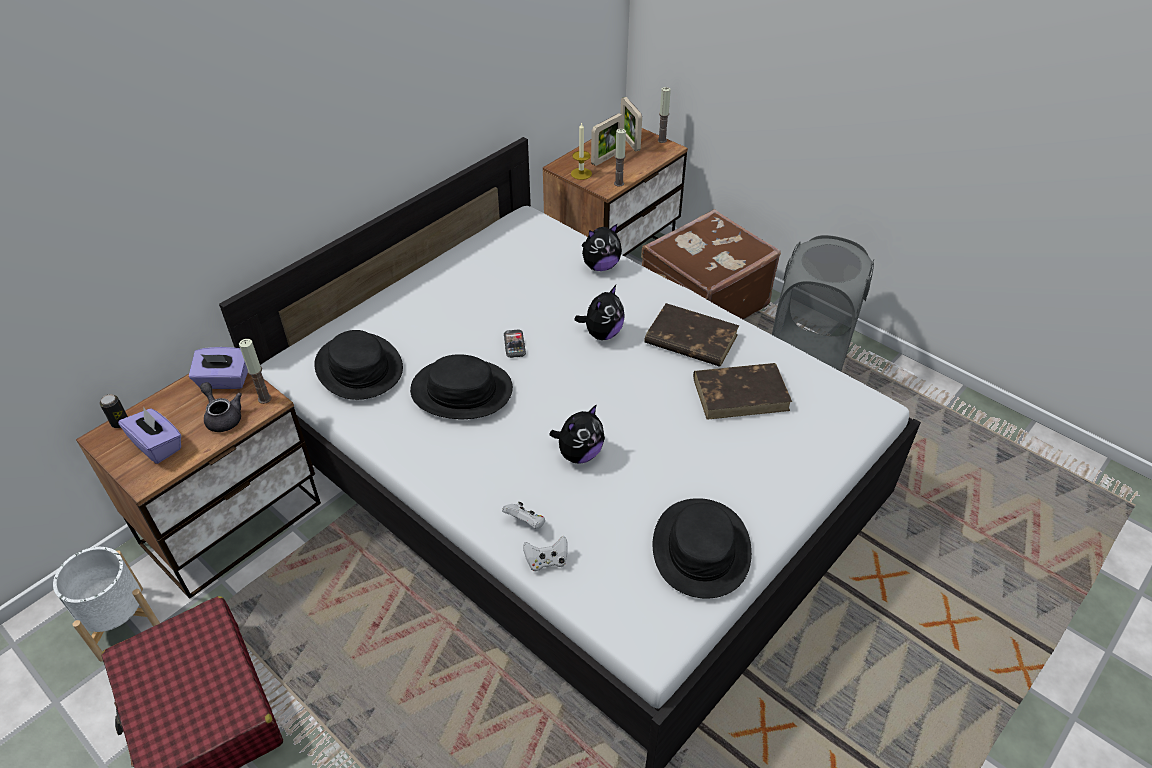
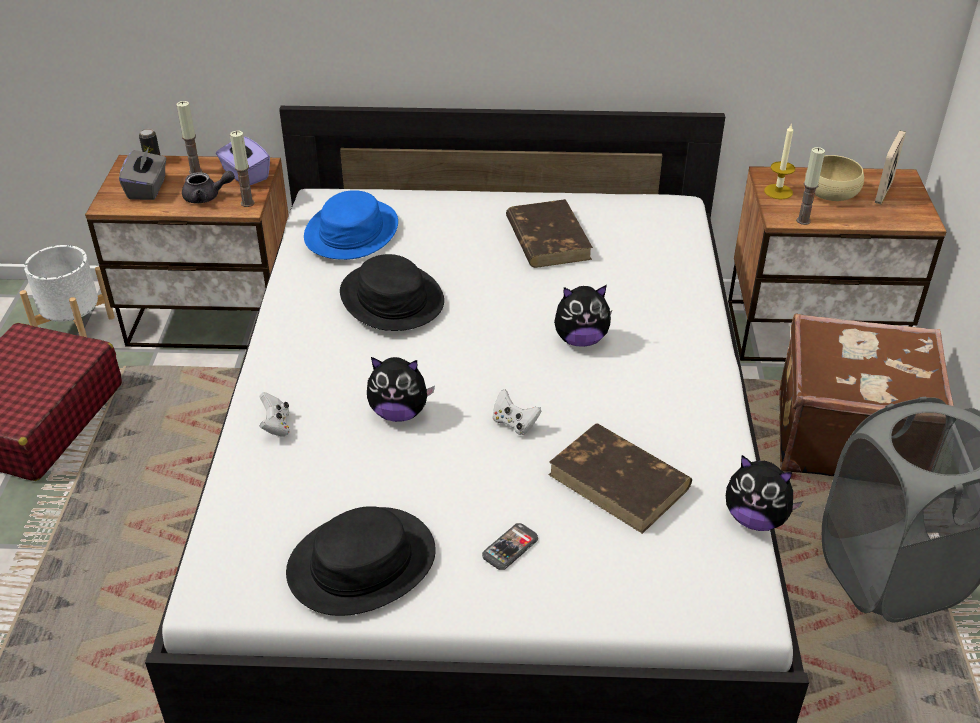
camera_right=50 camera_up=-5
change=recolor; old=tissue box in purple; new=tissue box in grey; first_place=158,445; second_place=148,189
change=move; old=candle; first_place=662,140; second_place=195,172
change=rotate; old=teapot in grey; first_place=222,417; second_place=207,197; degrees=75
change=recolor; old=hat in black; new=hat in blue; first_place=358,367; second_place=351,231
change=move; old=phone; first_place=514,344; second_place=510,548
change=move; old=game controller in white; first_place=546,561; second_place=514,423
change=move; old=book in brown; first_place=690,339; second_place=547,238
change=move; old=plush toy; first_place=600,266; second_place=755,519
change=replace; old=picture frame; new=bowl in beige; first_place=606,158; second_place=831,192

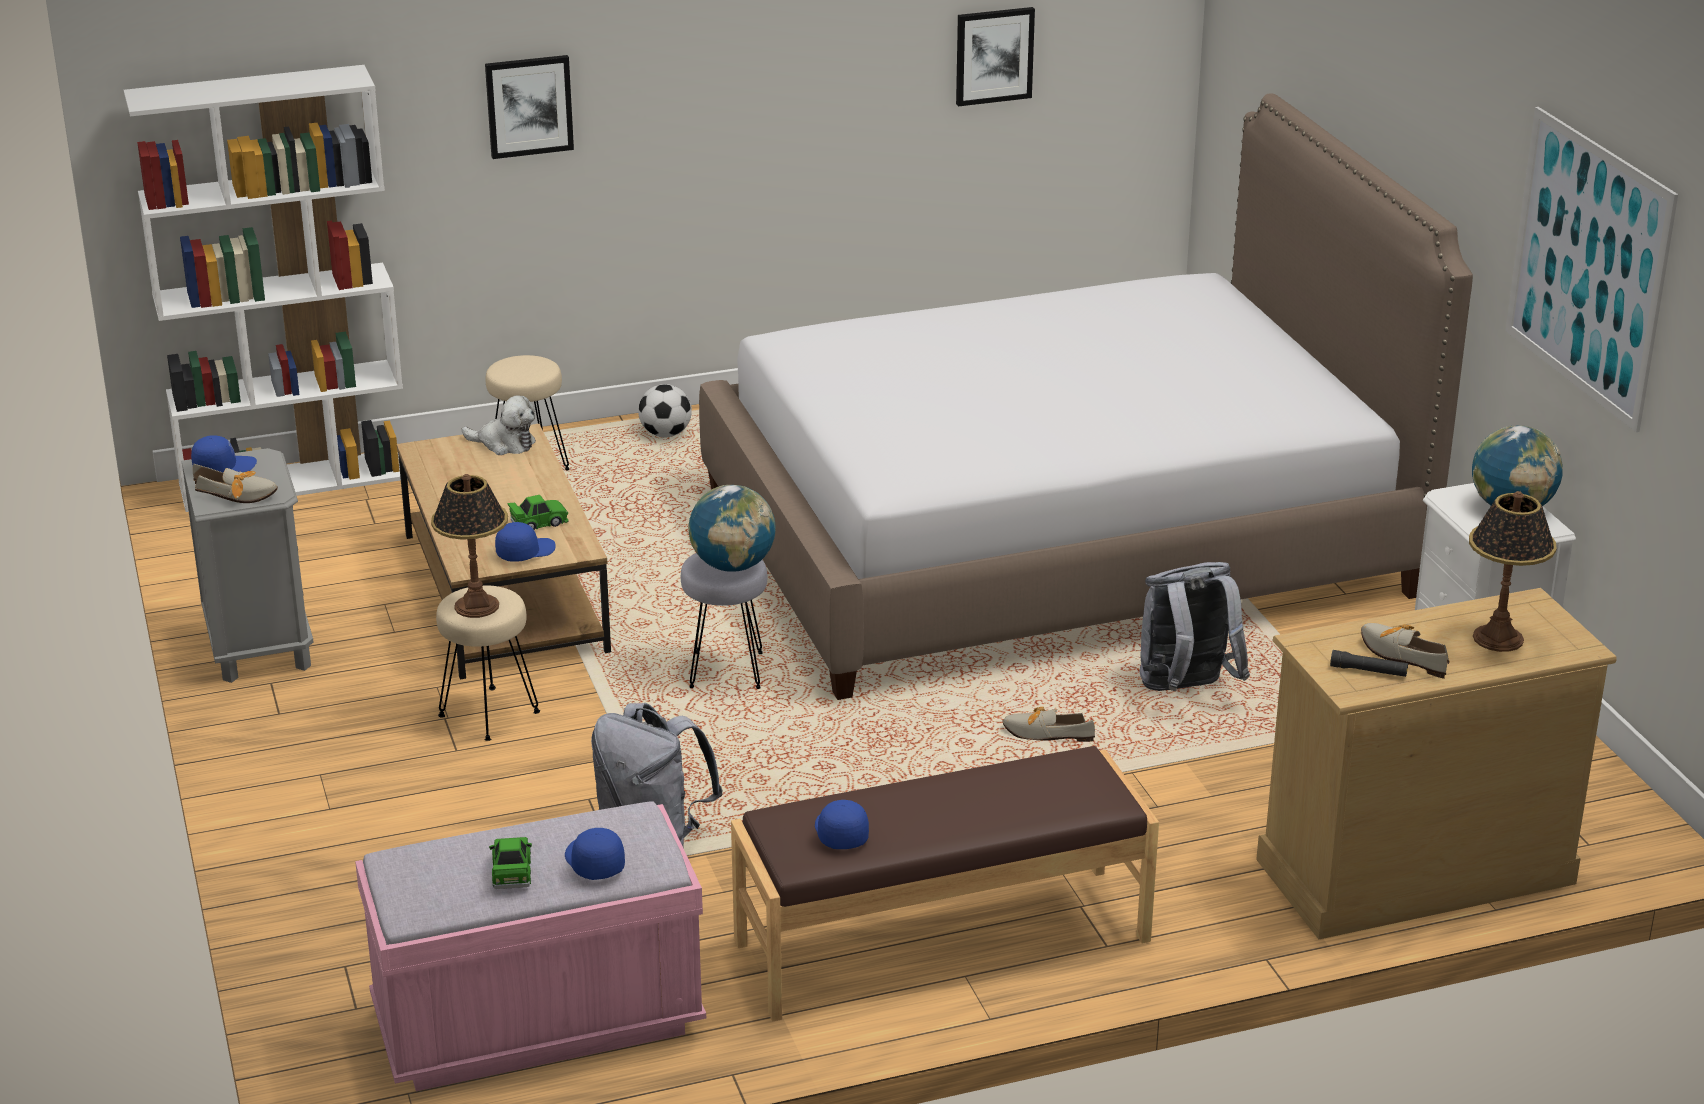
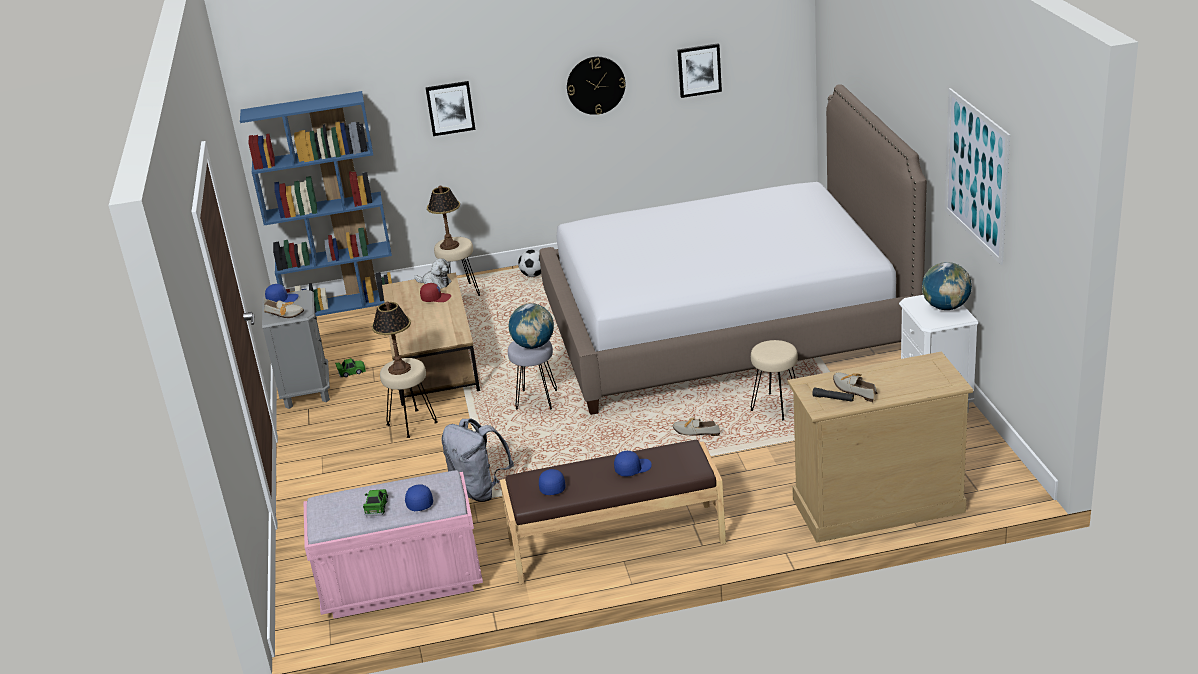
camera_right=10 camera_up=0
change=recolor; old=bookcase in white; new=bookcase in blue; first_place=296,480; second_place=343,304
change=move; old=toy car in green; first_place=539,523; second_place=351,372
change=insert; new=cap in red; second_place=436,298
change=move; old=table lamp; first_place=1499,638; second_place=449,245
change=insert; new=wall clock; second_place=595,85
change=move; old=cap in blue; first_place=525,552; second_place=632,468
change=replace; old=backpack in grey; new=stool in beige; first_place=1185,690; second_place=775,407

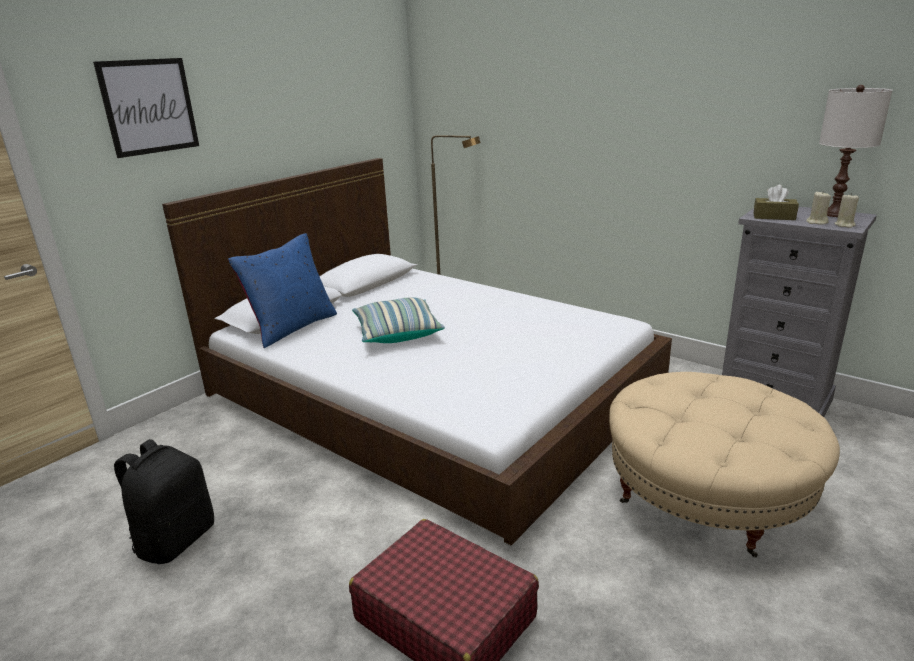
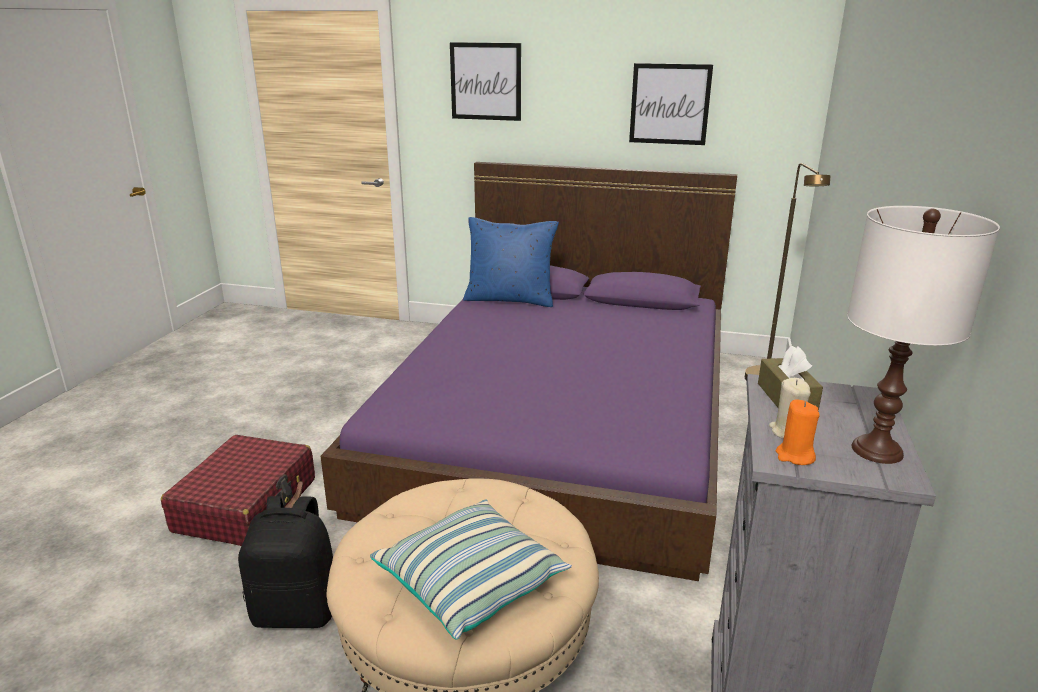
camera_right=65 camera_up=0
change=move; old=backpack in black; first_place=175,539; second_place=298,610
change=recolor; old=bed in white; new=bed in purple; first_place=430,392; second_place=561,420
change=move; old=pillow; first_place=397,333; second_place=471,582
change=insert; new=picture; second_place=670,104
change=recolor; old=candle in beige; new=candle in orange; first_place=844,225; second_place=794,456

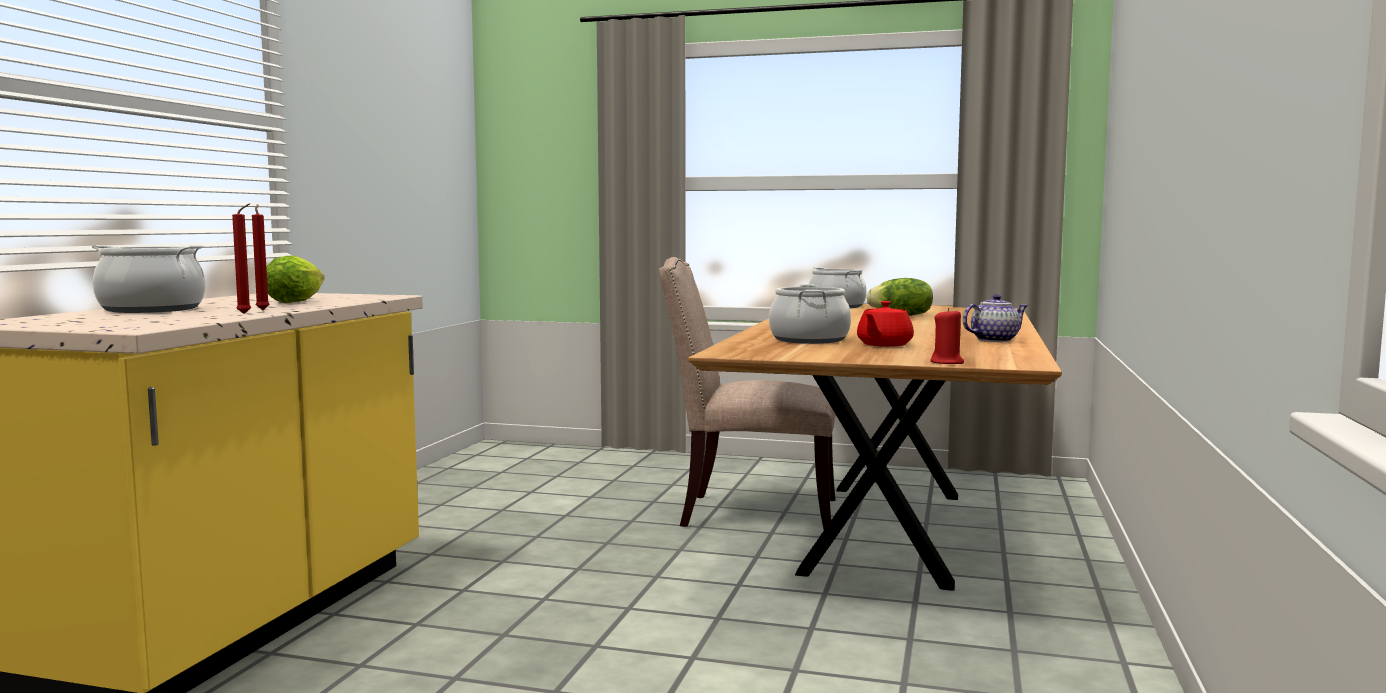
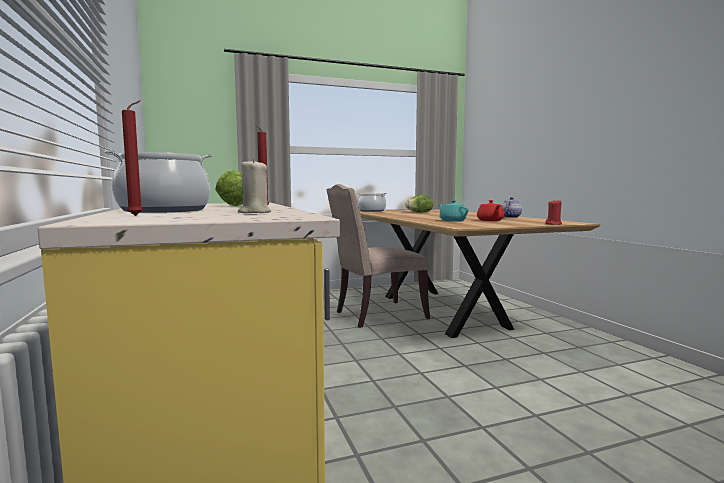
camera_right=-35 camera_up=0
change=move; old=candle in red; first_place=246,314; second_place=138,215
change=insert; new=candle in beige; second_place=254,212
change=replace; old=cooking pot; new=teapot in turquoise; first_place=809,340; second_place=452,221

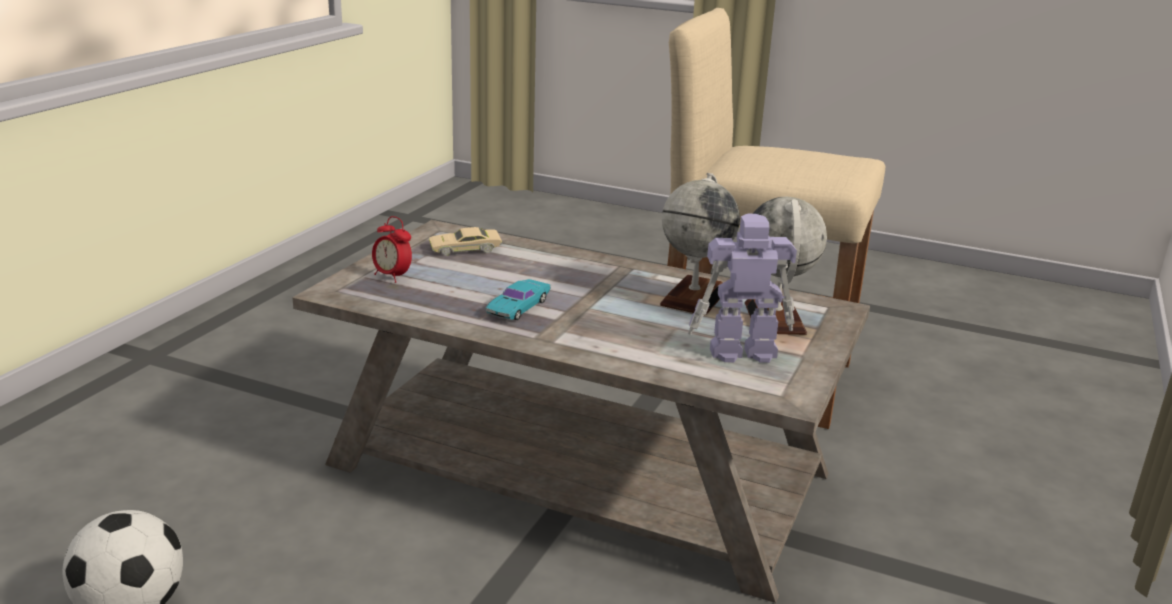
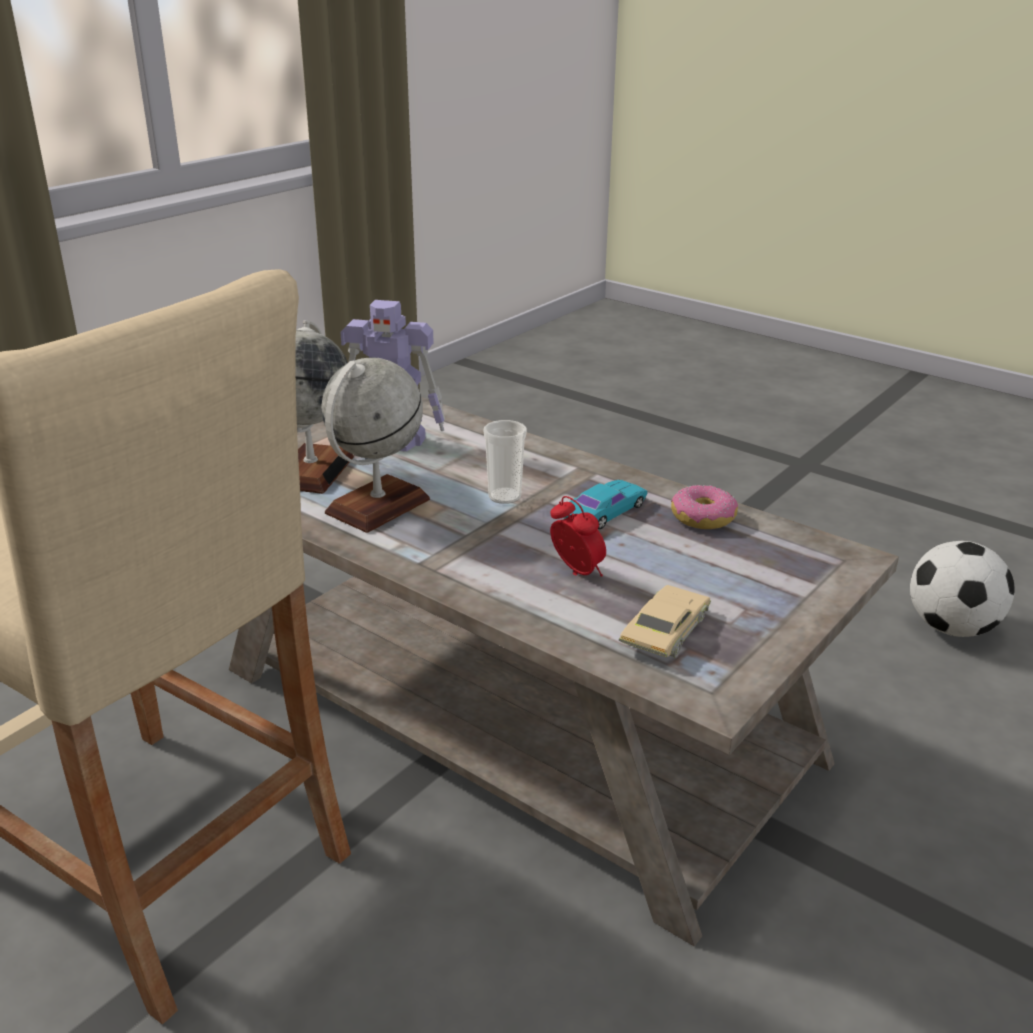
camera_right=-165 camera_up=5
change=insert; new=cup; second_place=504,496
change=move; old=alarm clock; first_place=392,276; second_place=576,573
change=rotate; old=toy car in beige; first_place=465,249; second_place=665,631; degrees=-60
change=insert; new=donut; second_place=702,518

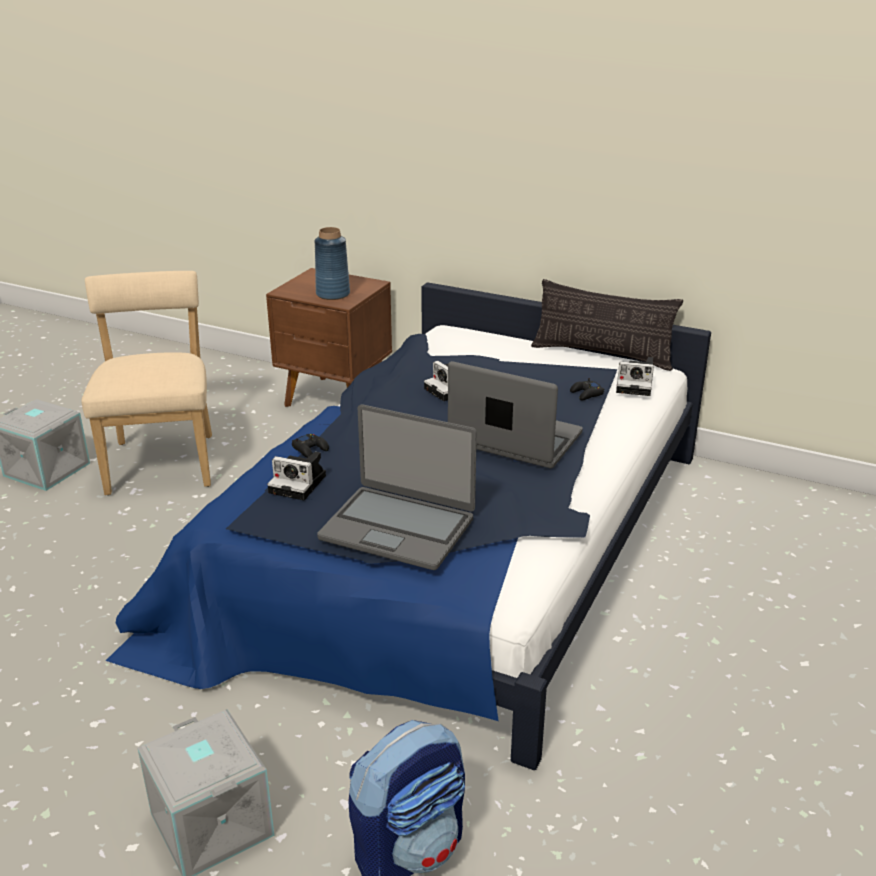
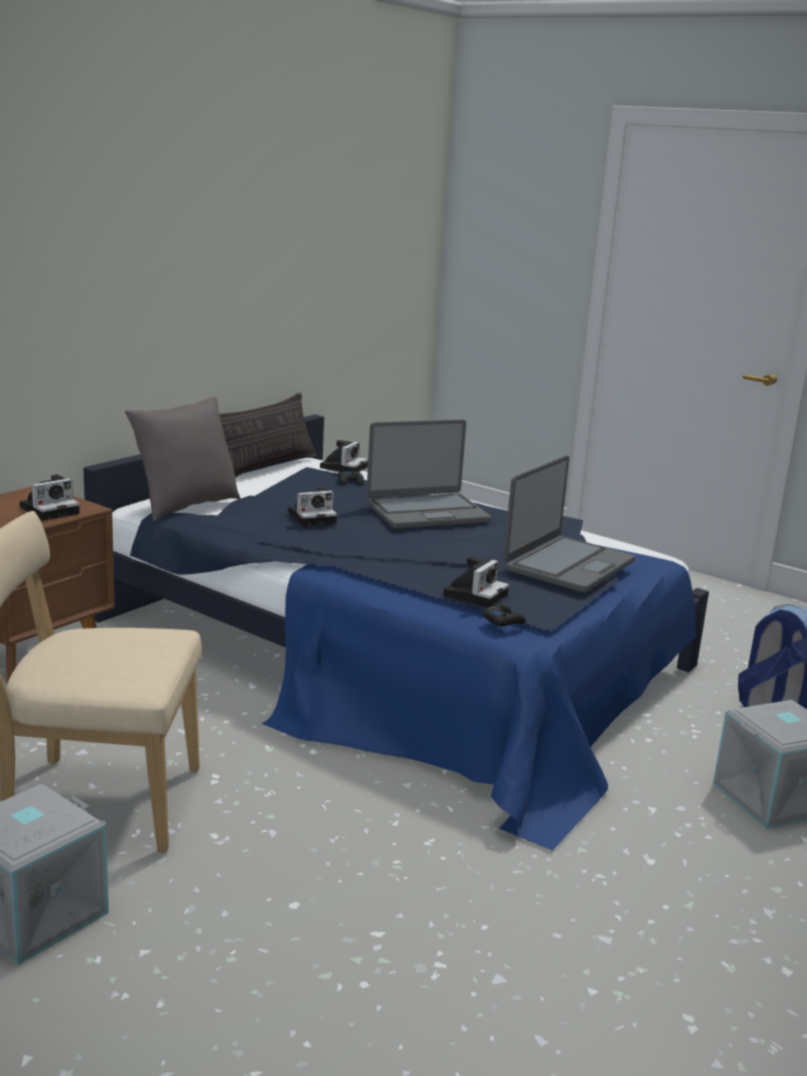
camera_right=-80 camera_up=-10
change=replace; old=vase in blue; new=photo camera; first_place=333,294; second_place=51,509
change=insert; new=pillow in grey; second_place=185,507
change=rotate; old=laptop; first_place=515,439; second_place=427,512; degrees=-150
change=move; old=game controller in black; first_place=310,449; second_place=503,621

